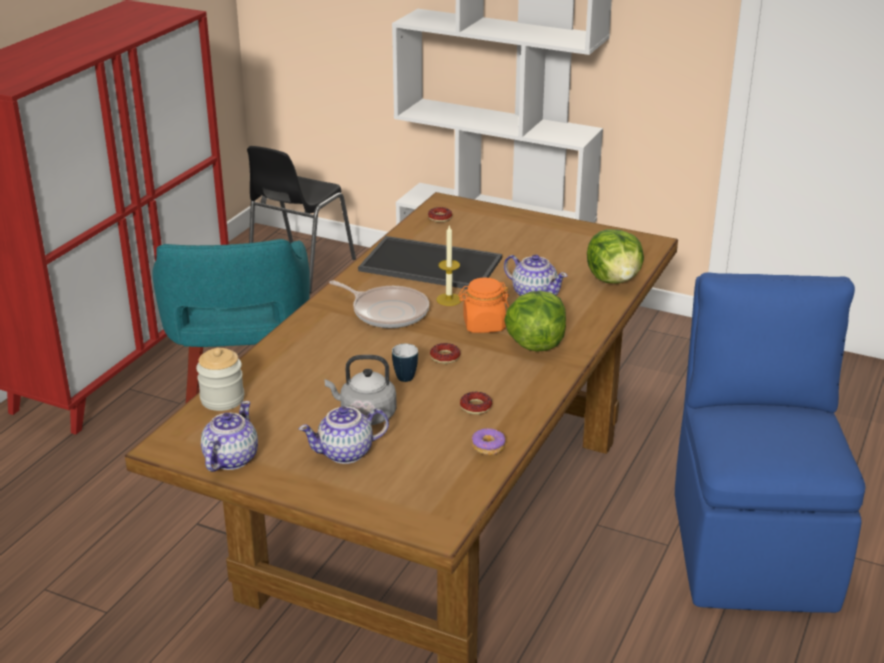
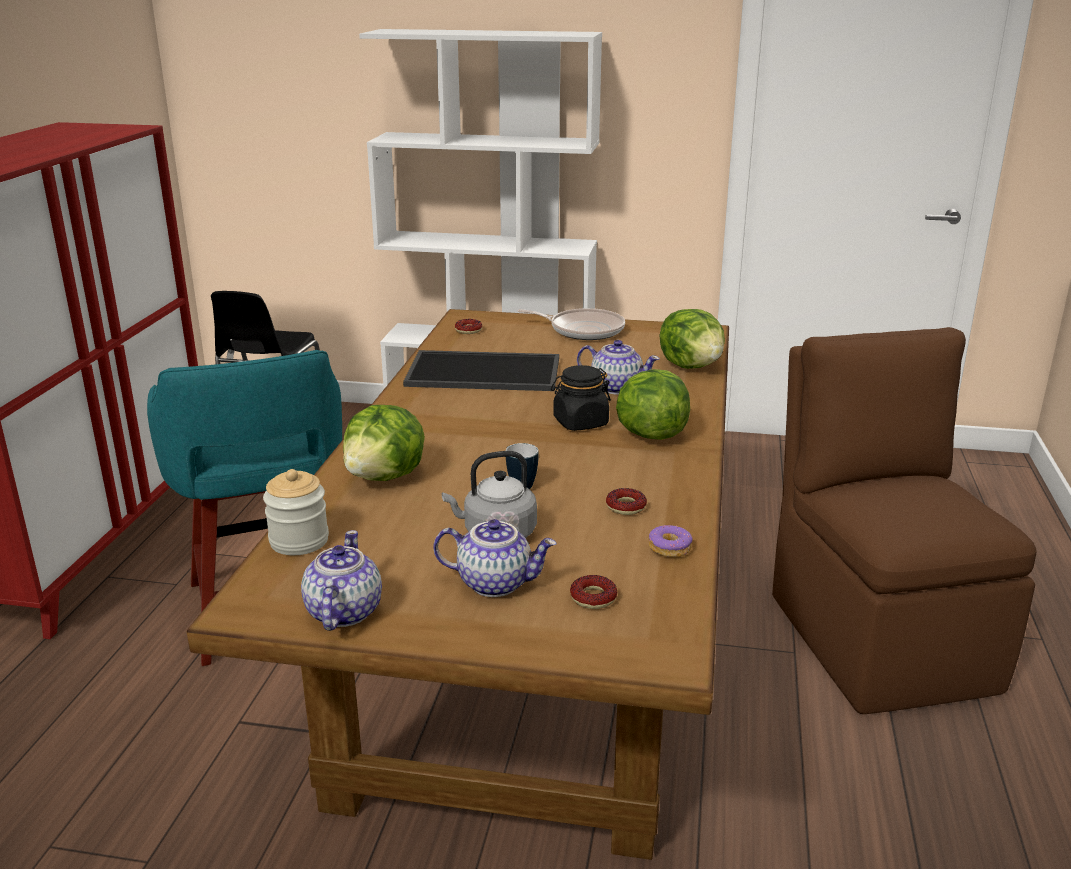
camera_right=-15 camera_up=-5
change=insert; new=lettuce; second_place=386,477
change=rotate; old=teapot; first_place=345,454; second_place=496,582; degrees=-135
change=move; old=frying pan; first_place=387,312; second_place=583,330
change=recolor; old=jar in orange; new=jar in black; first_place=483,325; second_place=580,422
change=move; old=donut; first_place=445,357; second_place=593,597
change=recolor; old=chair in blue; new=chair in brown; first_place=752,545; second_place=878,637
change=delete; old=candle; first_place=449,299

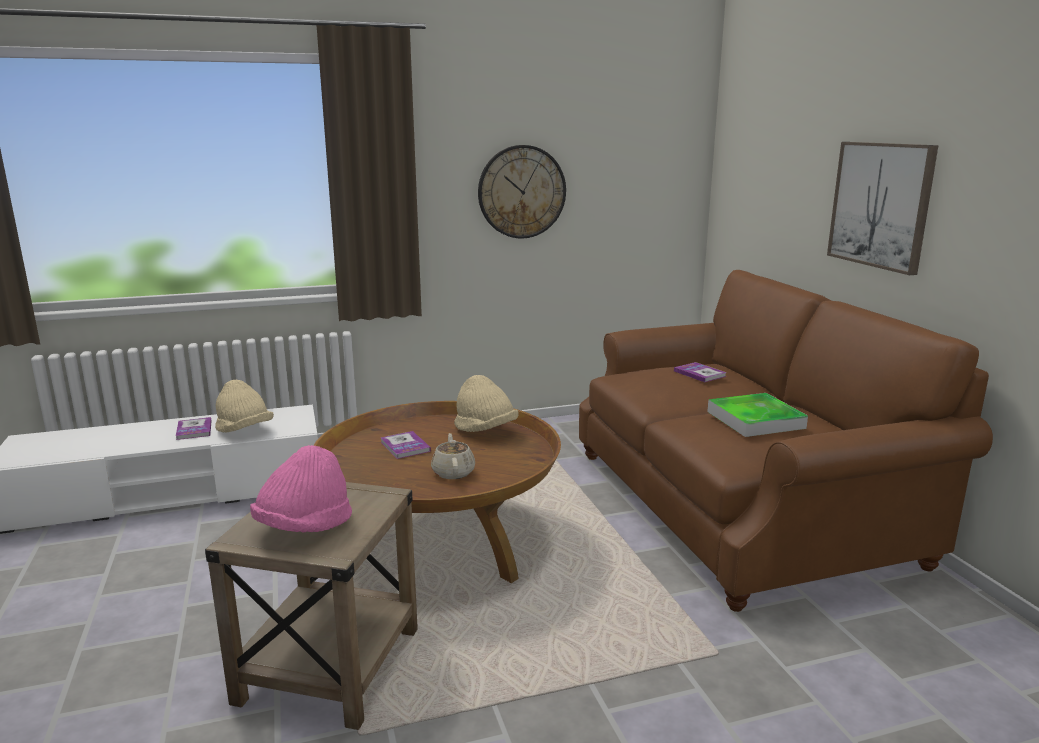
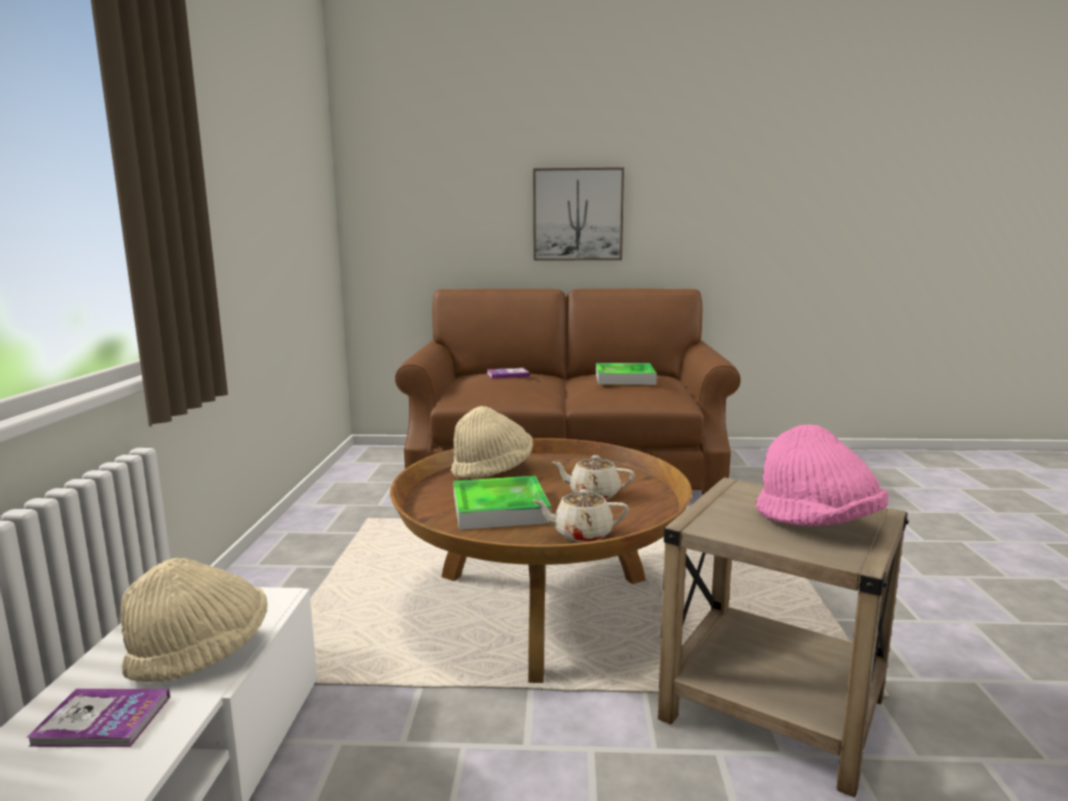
camera_right=-70 camera_up=-5
change=replace; old=book; new=tray; first_place=405,446; second_place=500,509
change=insert; new=teapot in beige; second_place=581,534
change=delete; old=wall clock; first_place=521,192

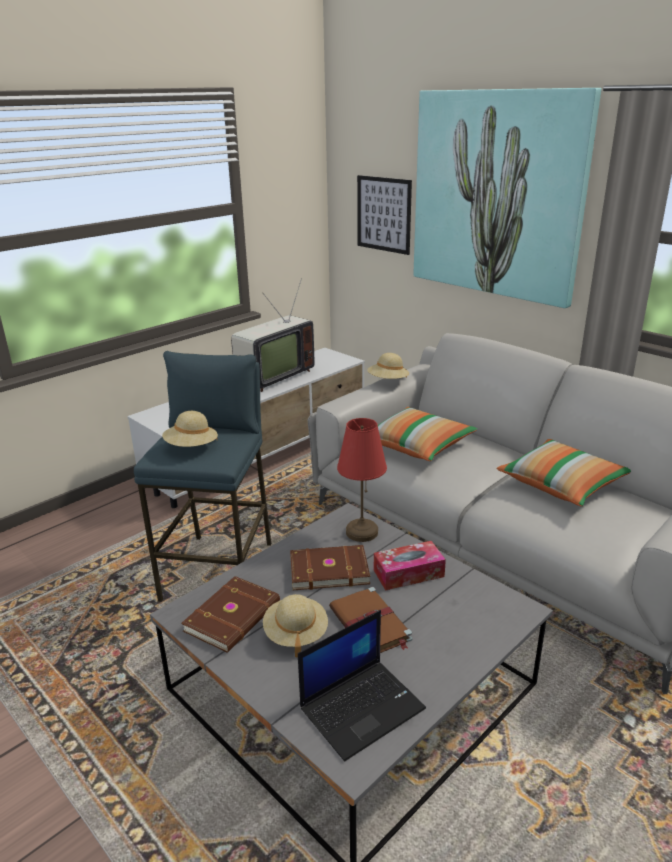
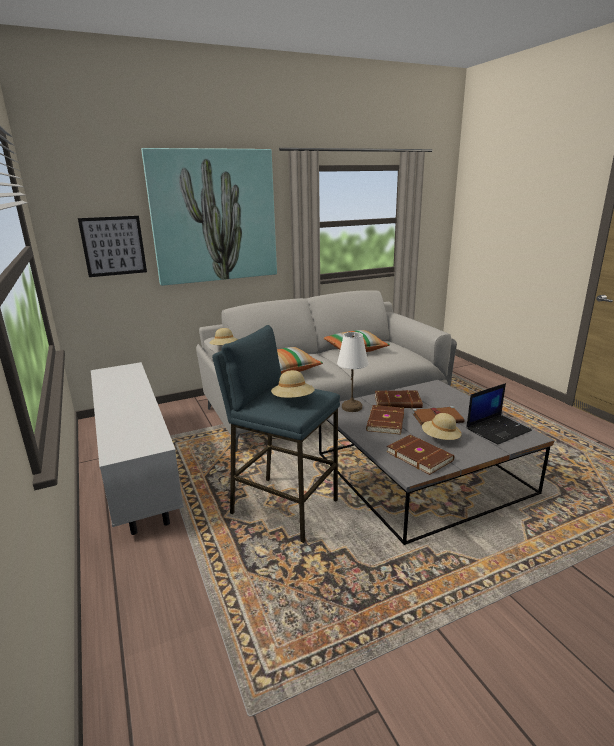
camera_right=-70 camera_up=-5
change=recolor; old=table lamp in red; new=table lamp in white; first_place=361,532; second_place=352,407
change=replace; old=tissue box; new=book in brown; first_place=408,573; second_place=398,402
change=rotate; old=laptop; first_place=362,707; second_place=498,429; degrees=75
change=delete; old=television; first_place=272,377

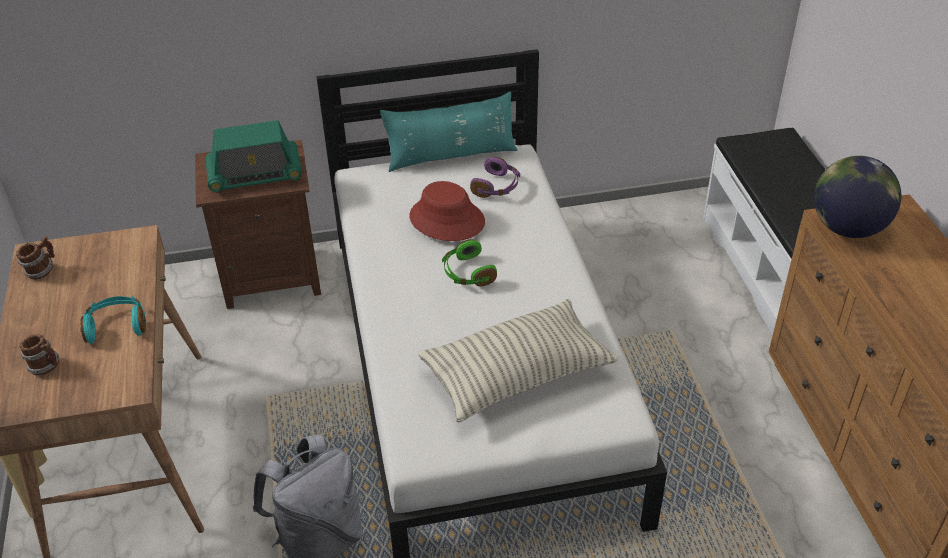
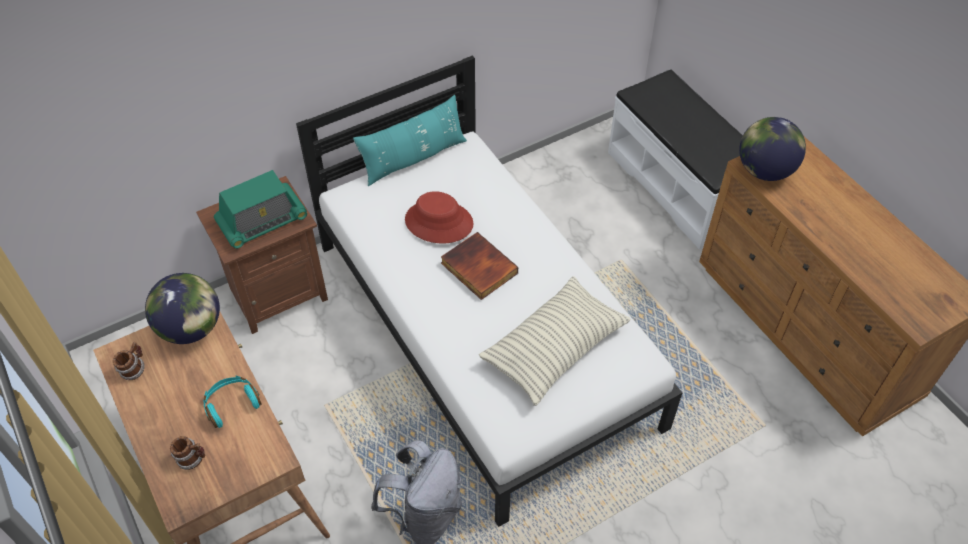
camera_right=-20 camera_up=10
change=insert; new=globe; second_place=191,328
change=replace; old=headphones in green; new=book; first_place=467,273; second_place=477,268
change=delete; old=headphones in purple; first_place=497,187

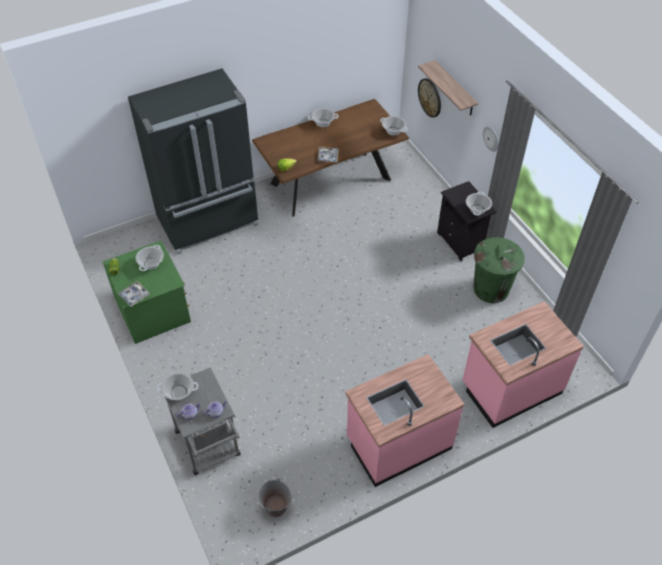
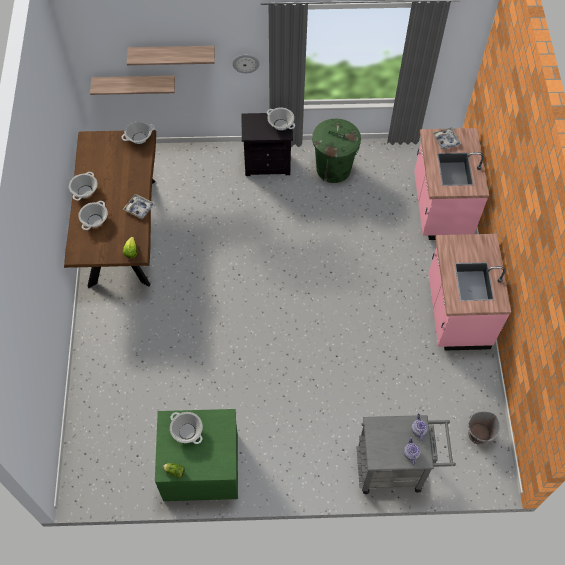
camera_right=-65 camera_up=10
change=move; old=cooking pot; first_place=179,392; second_place=95,220
change=replace; old=wall clock; new=shelf; first_place=430,97; second_place=134,83
change=move; old=tray; first_place=134,296; second_place=446,140
change=delete; old=fridge in black; first_place=209,222

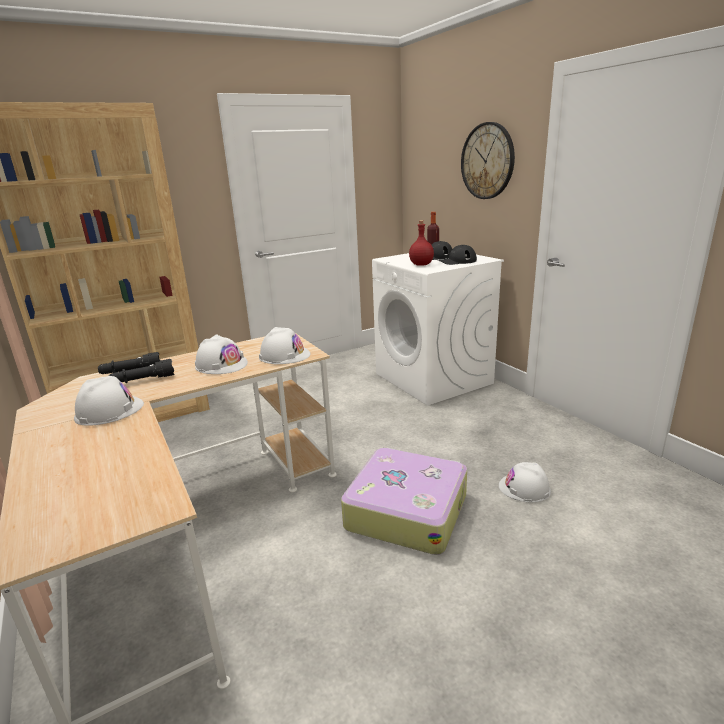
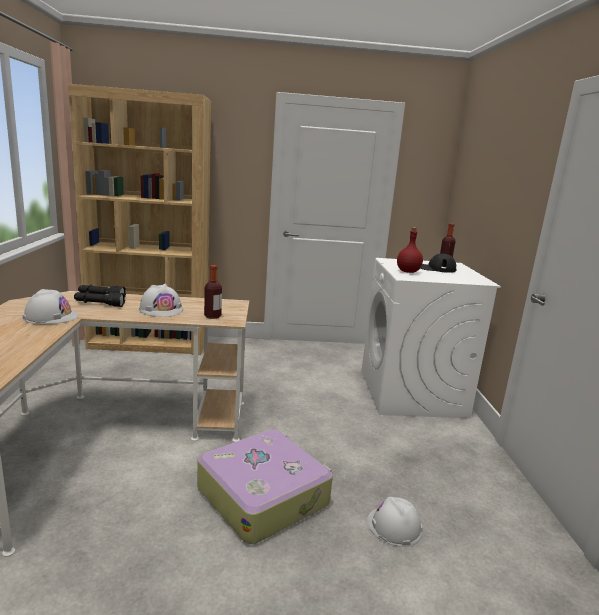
camera_right=25 camera_up=-5
change=replace; old=hard hat in white; new=bottle; first_place=284,355; second_place=212,316
change=delete; old=cap in black; first_place=457,261
change=delete; old=wall clock; first_place=487,161

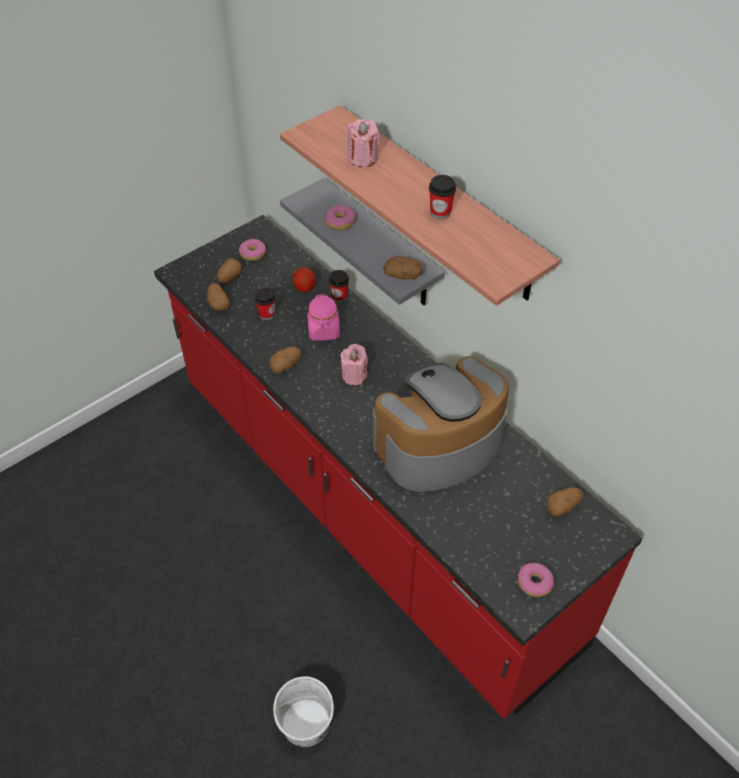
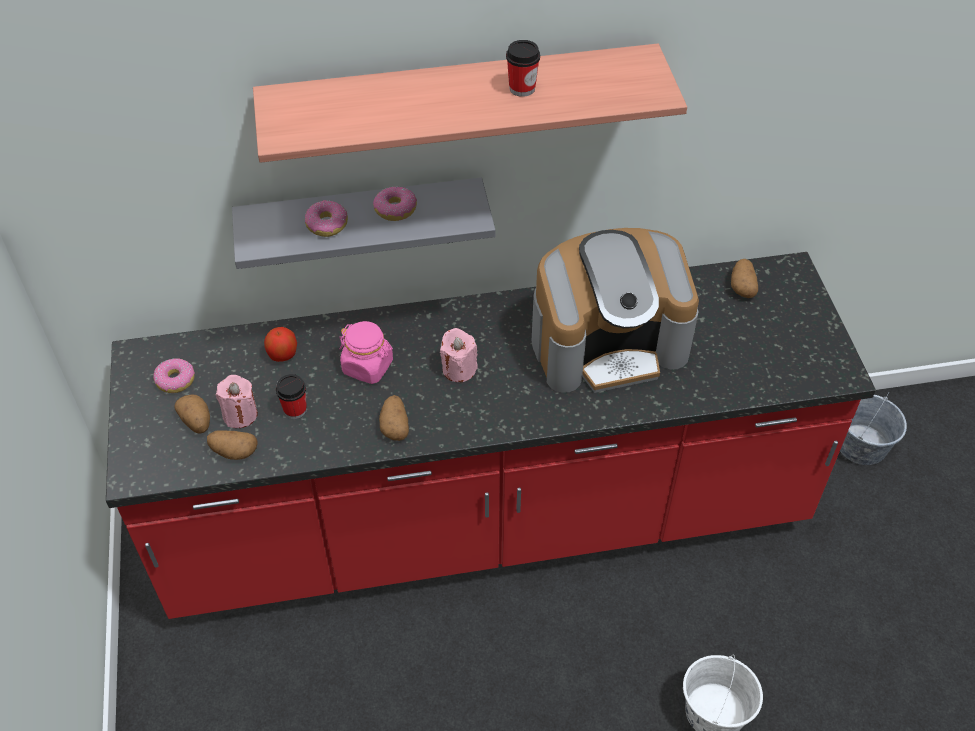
camera_right=-60 camera_up=0
change=move; old=candle in pink; first_place=362,158; second_place=240,414
change=move; old=donut; first_place=534,583; second_place=395,209
change=rotate; old=coffee machine; first_place=438,446; second_place=608,343; degrees=-105
change=insert; new=bucket in grey; second_place=861,445
change=delete; old=cup; first_place=339,296
change=delete; old=potato; first_place=403,276

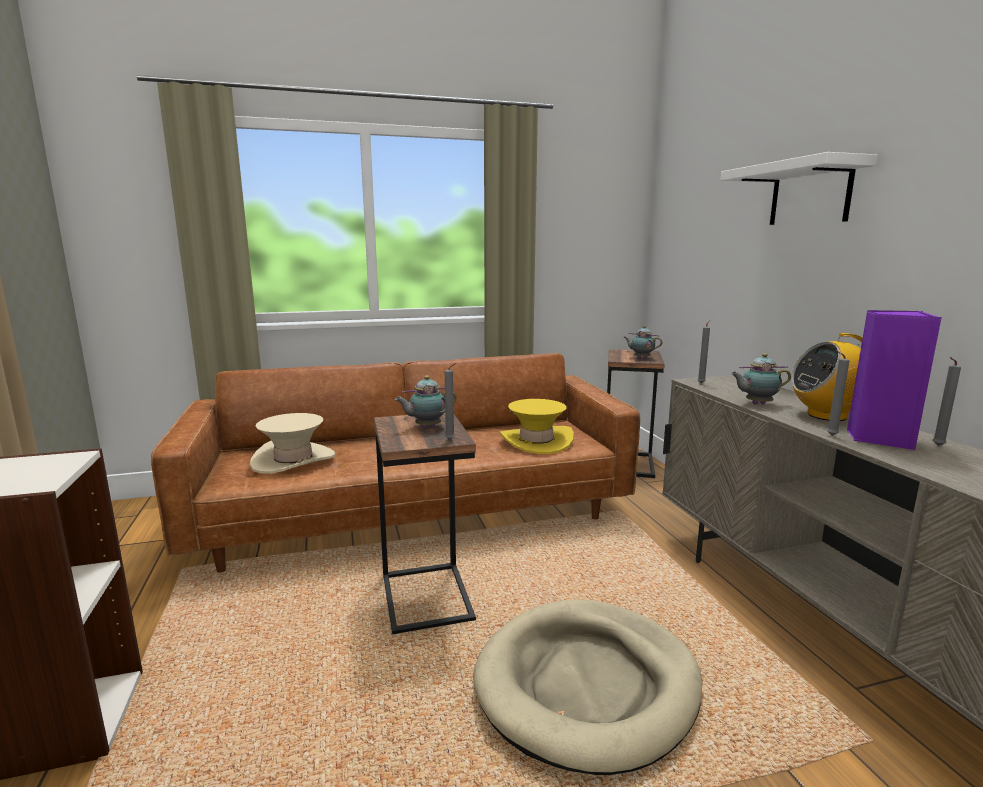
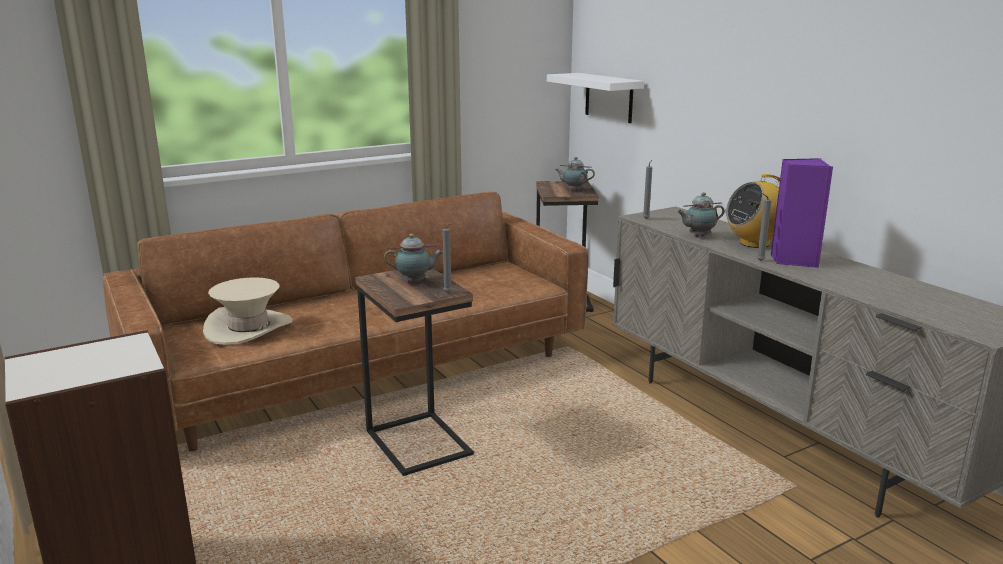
camera_right=-15 camera_up=5
change=rotate; old=teapot; first_place=426,427; second_place=415,282; degrees=-150
change=move; old=shelf in white; first_place=810,194; second_place=609,97
change=delete; old=dog bed in beige; first_place=587,685
change=delete; old=hat in yellow; first_place=536,441
change=delete; old=candle in grey; first_place=936,446

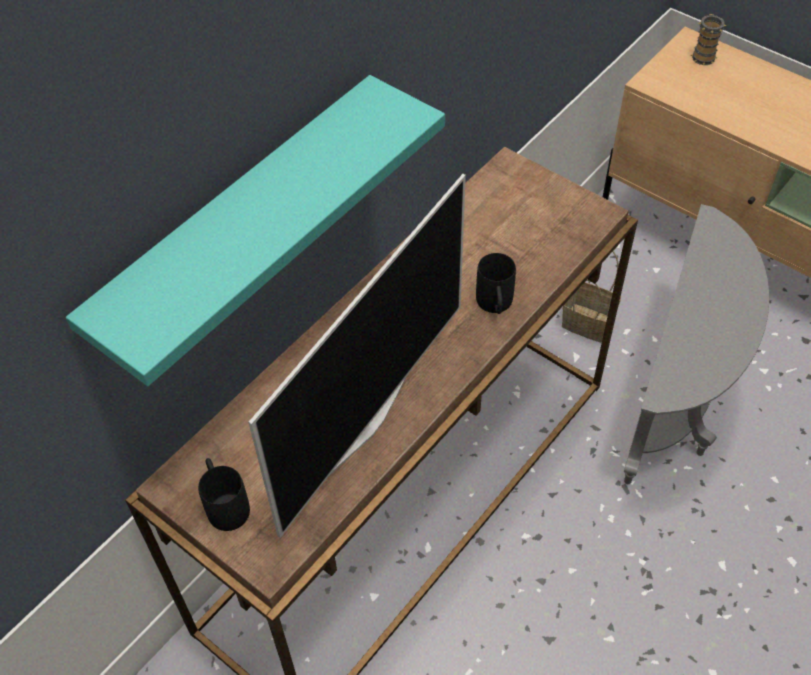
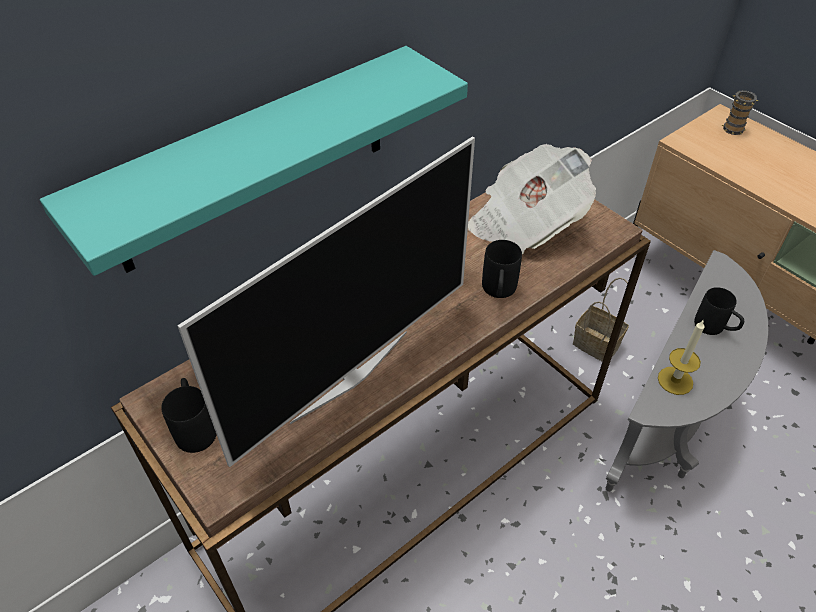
camera_right=10 camera_up=-5
change=insert; new=newspaper; second_place=525,223
change=insert; new=candle; second_place=675,380
change=insert; new=mug in black; second_place=715,328

